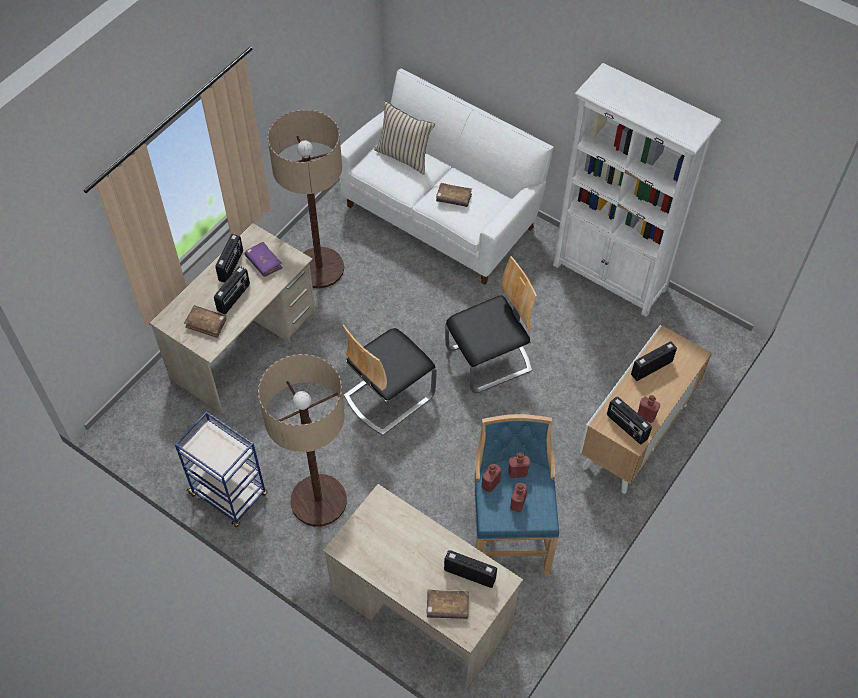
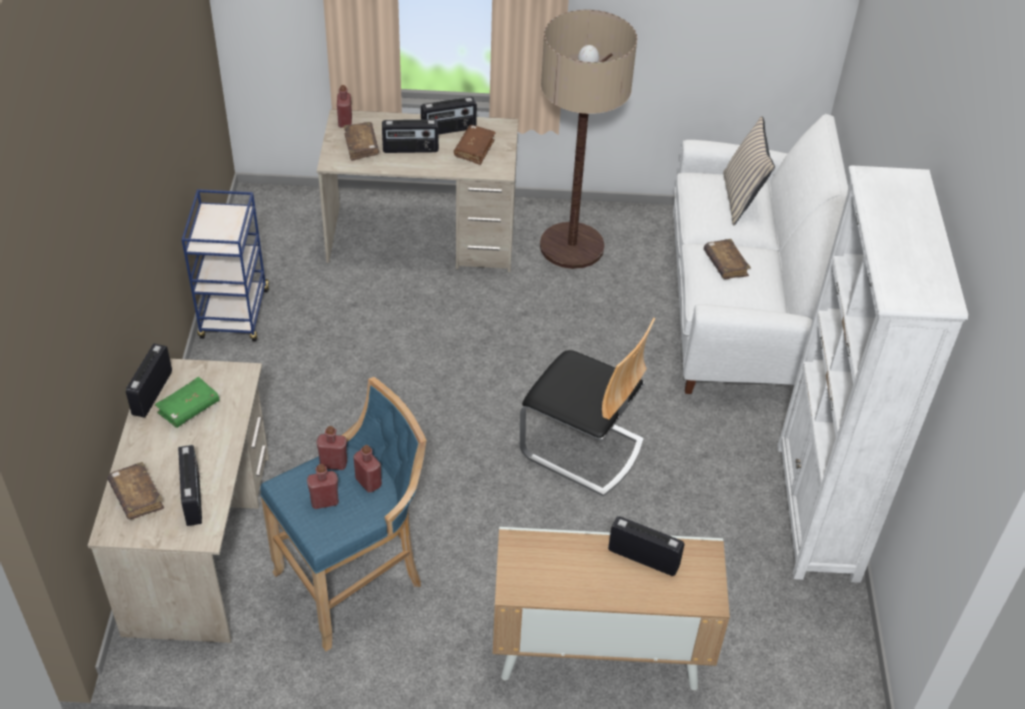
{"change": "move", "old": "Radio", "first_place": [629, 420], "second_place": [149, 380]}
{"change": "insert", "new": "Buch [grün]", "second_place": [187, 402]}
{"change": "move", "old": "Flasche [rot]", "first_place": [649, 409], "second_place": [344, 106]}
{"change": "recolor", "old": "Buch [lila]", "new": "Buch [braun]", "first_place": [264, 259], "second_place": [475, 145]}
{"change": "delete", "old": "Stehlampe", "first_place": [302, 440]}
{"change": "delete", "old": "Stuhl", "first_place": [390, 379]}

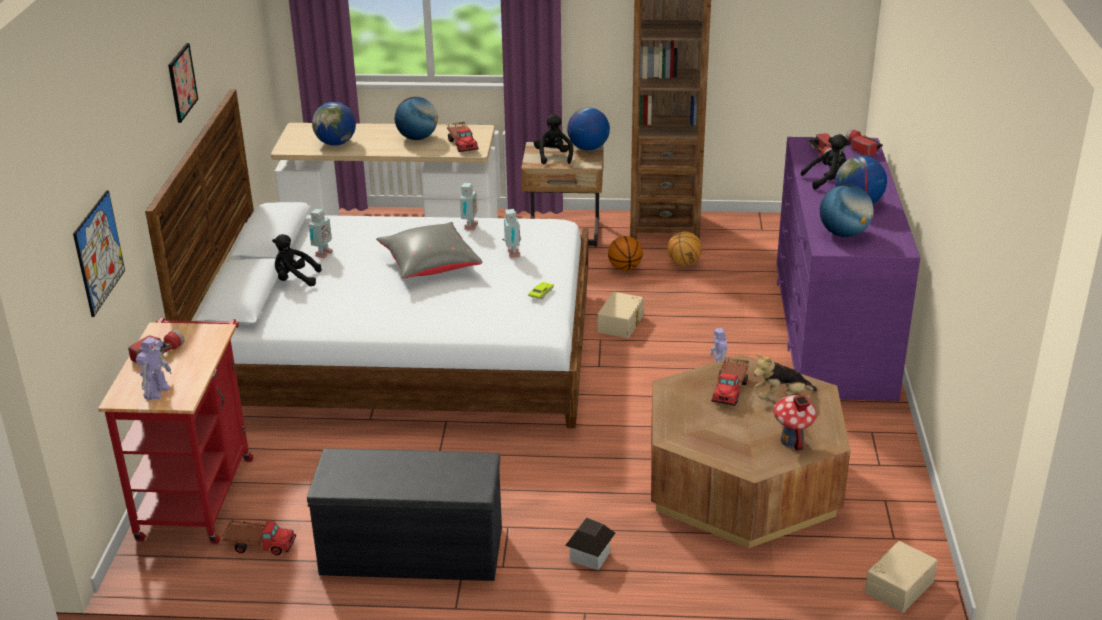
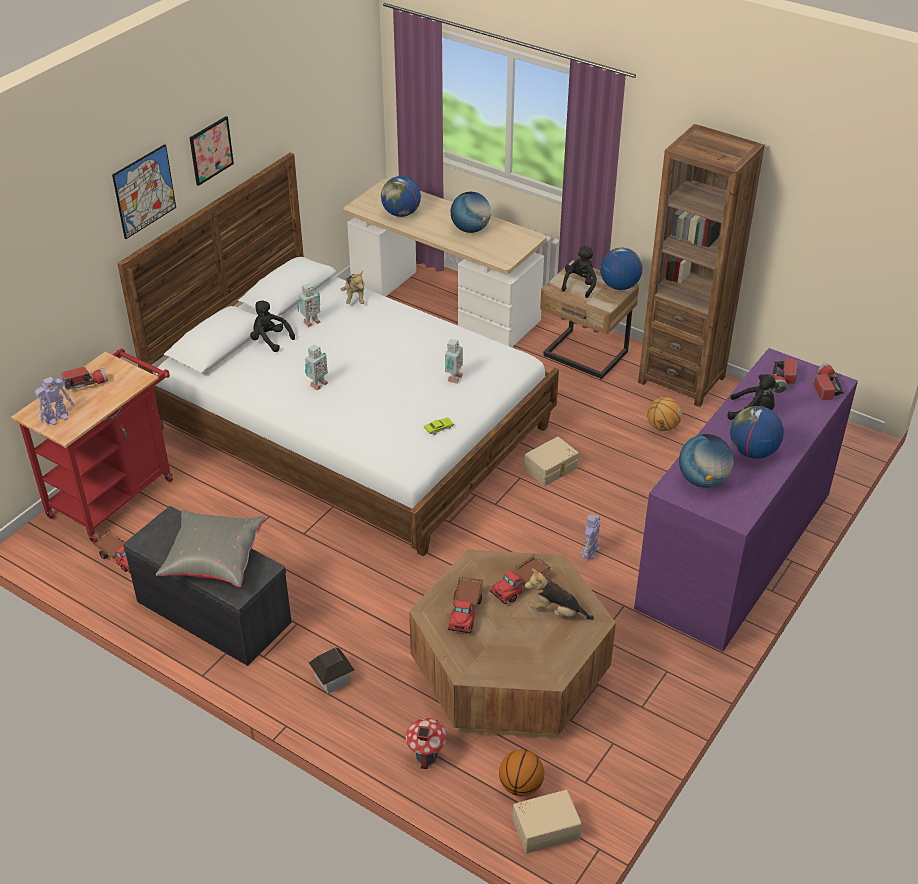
{"change": "move", "old": "Bild", "first_place": [99, 253], "second_place": [144, 191]}
{"change": "move", "old": "Kissen [grau]", "first_place": [429, 250], "second_place": [210, 548]}
{"change": "move", "old": "Spielzeugroboter", "first_place": [469, 206], "second_place": [316, 367]}
{"change": "insert", "new": "Plüschtier", "second_place": [352, 287]}
{"change": "move", "old": "Spielzeughaus", "first_place": [795, 422], "second_place": [426, 743]}
{"change": "move", "old": "Spielzeuglaster", "first_place": [463, 137], "second_place": [465, 605]}
{"change": "move", "old": "Basketball", "first_place": [625, 253], "second_place": [521, 773]}

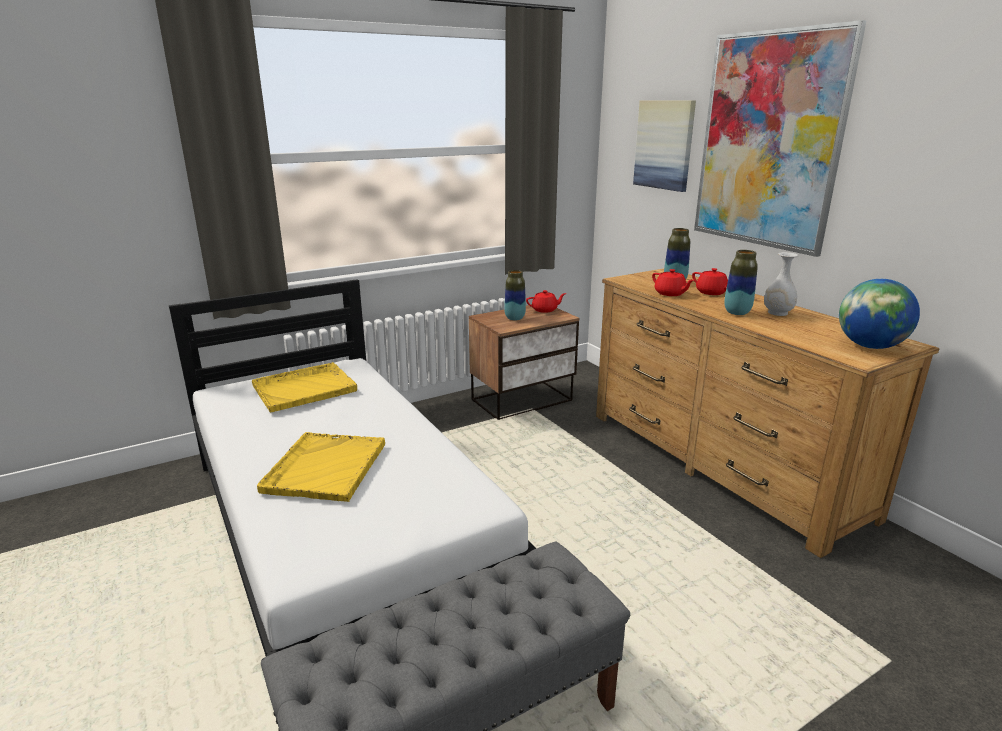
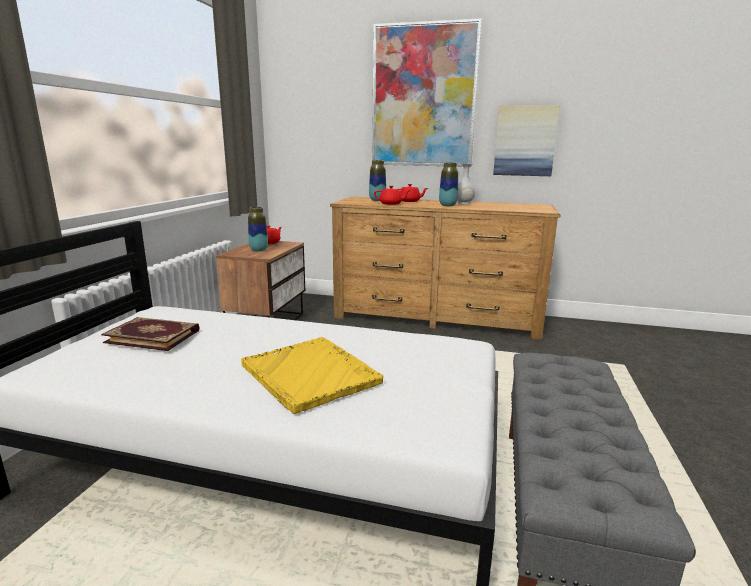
{"change": "replace", "old": "Tablett [gelb]", "new": "Buch", "first_place": [304, 387], "second_place": [150, 334]}
{"change": "move", "old": "Bild", "first_place": [664, 146], "second_place": [526, 140]}
{"change": "delete", "old": "Globus", "first_place": [879, 314]}

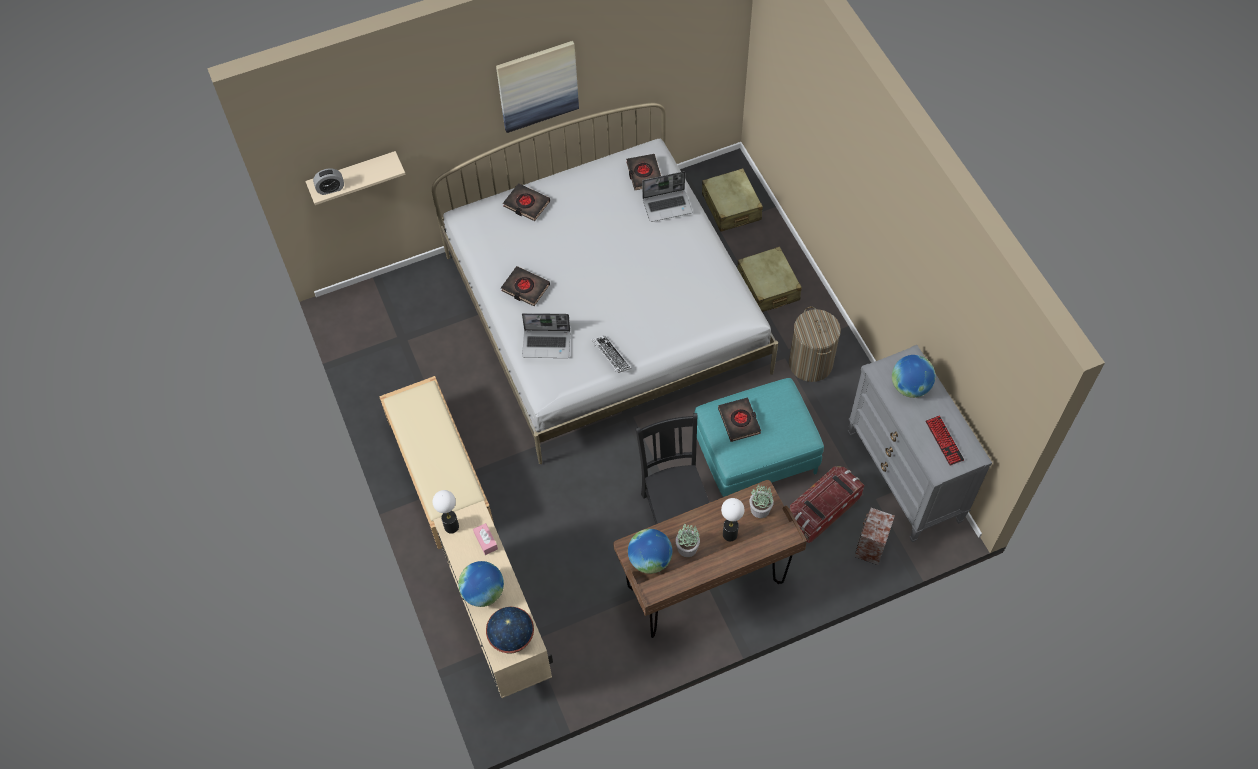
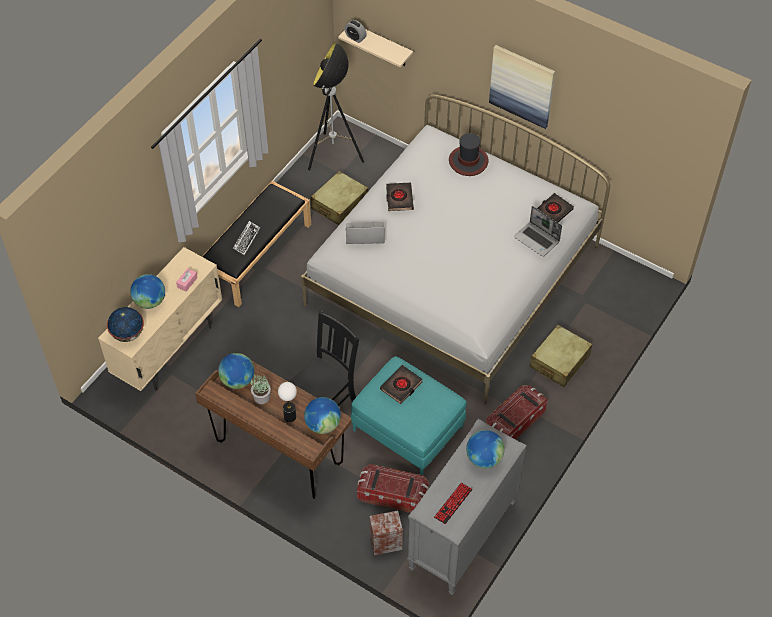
{"change": "recolor", "old": "Bank [beige]", "new": "Bank [schwarz]", "first_place": [436, 462], "second_place": [256, 244]}
{"change": "move", "old": "Tastatur", "first_place": [611, 354], "second_place": [246, 238]}
{"change": "replace", "old": "Topfpflanze", "new": "Globus", "first_place": [761, 501], "second_place": [322, 415]}
{"change": "insert", "new": "Stehlampe", "second_place": [336, 106]}
{"change": "move", "old": "Koffer [beige]", "first_place": [732, 200], "second_place": [339, 198]}
{"change": "rotate", "old": "Laptop", "first_place": [546, 335], "second_place": [365, 233], "degrees": 120}
{"change": "replace", "old": "Buch [schwarz]", "new": "Hut", "first_place": [526, 202], "second_place": [469, 154]}
{"change": "replace", "old": "Wäschekorb", "new": "Aufbewahrungsbox", "first_place": [815, 344], "second_place": [517, 412]}
{"change": "delete", "old": "Tischlampe", "first_place": [446, 512]}

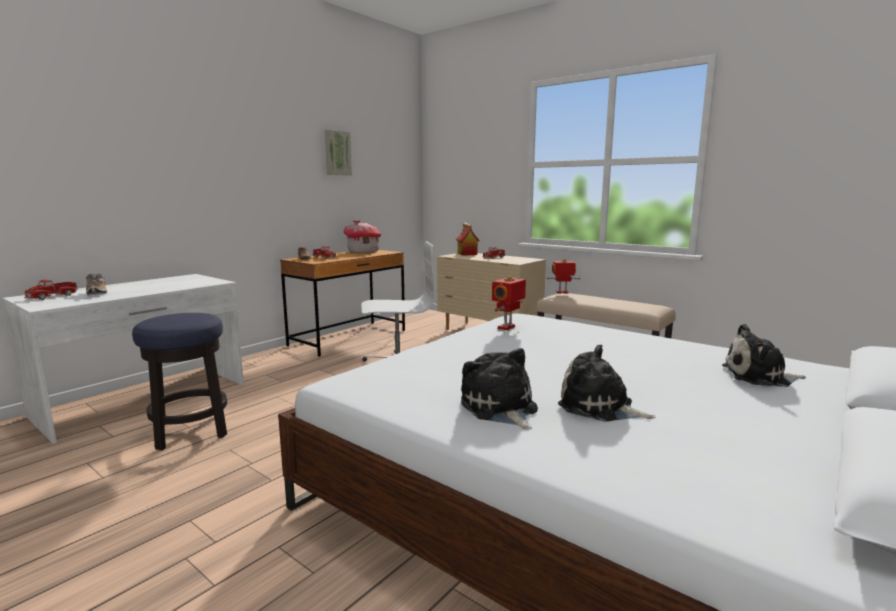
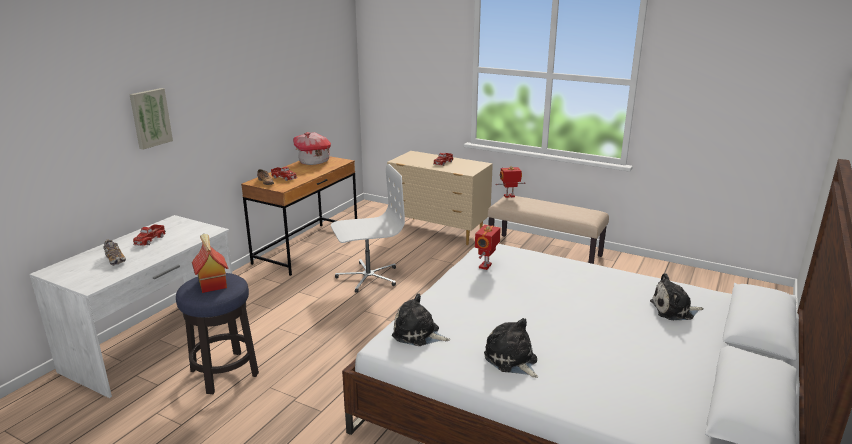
{"change": "move", "old": "Bild", "first_place": [338, 153], "second_place": [151, 119]}
{"change": "move", "old": "Spielzeuglaster", "first_place": [51, 290], "second_place": [149, 235]}
{"change": "move", "old": "Spielzeughaus", "first_place": [468, 239], "second_place": [210, 263]}
{"change": "move", "old": "Plüschtier", "first_place": [606, 383], "second_place": [421, 319]}

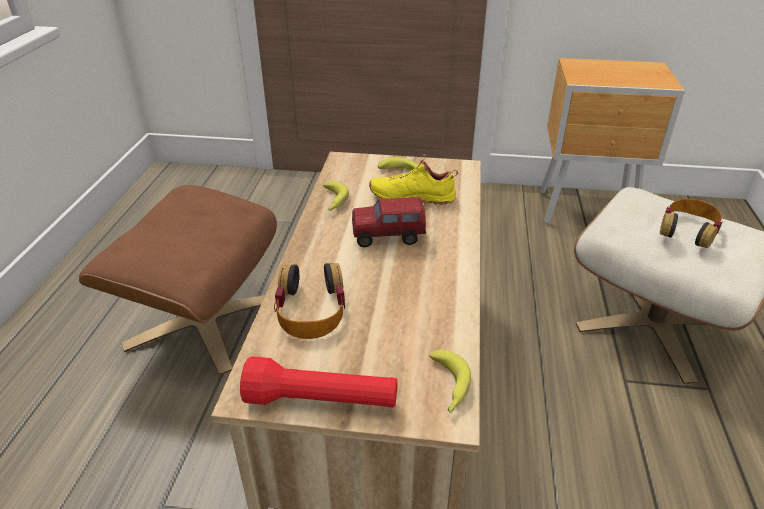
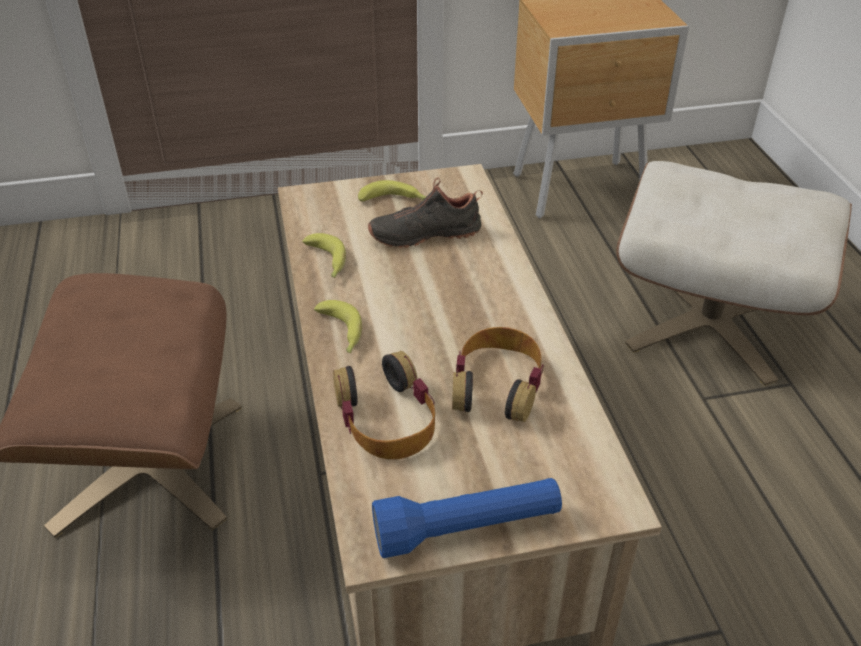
{"change": "move", "old": "Banane", "first_place": [450, 381], "second_place": [338, 326]}
{"change": "recolor", "old": "Schuh [gelb]", "new": "Schuh [schwarz]", "first_place": [413, 179], "second_place": [425, 212]}
{"change": "recolor", "old": "Taschenlampe [rot]", "new": "Taschenlampe [blau]", "first_place": [318, 381], "second_place": [467, 518]}
{"change": "move", "old": "Kopfhörer", "first_place": [691, 223], "second_place": [498, 374]}
{"change": "delete", "old": "Spielzeuglaster", "first_place": [389, 222]}

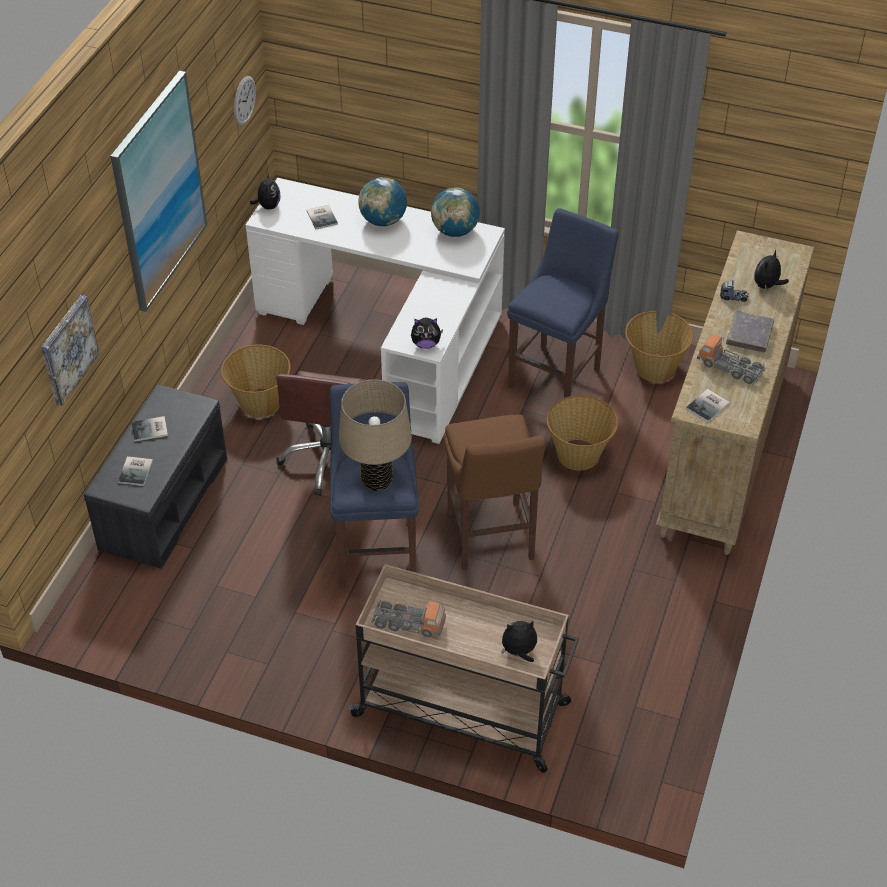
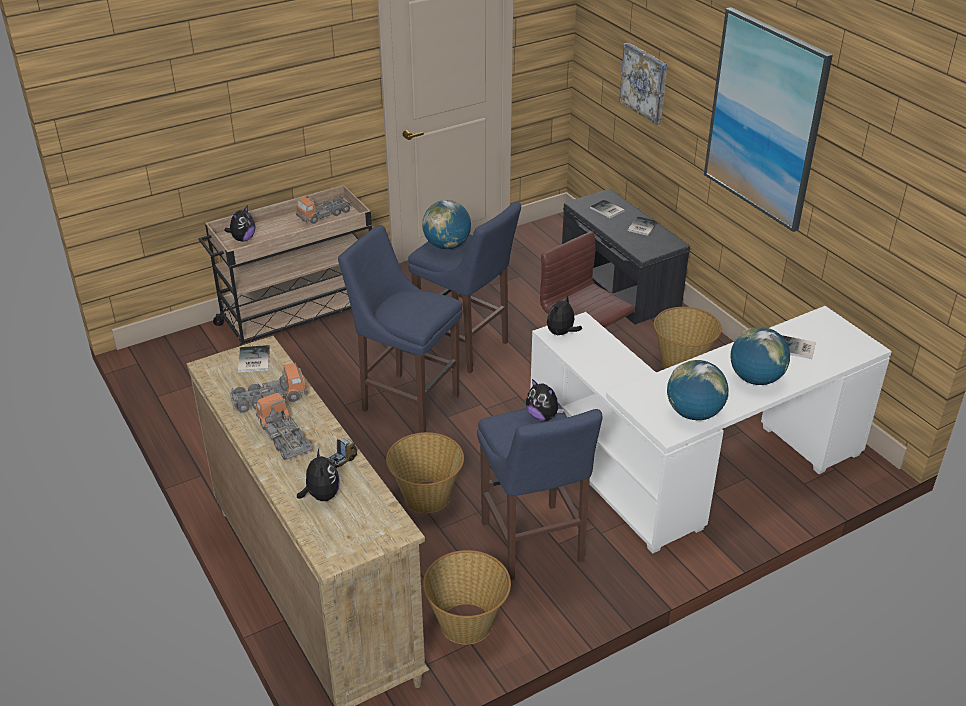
{"change": "replace", "old": "Buch [grau]", "new": "Spielzeuglaster", "first_place": [750, 331], "second_place": [283, 426]}
{"change": "recolor", "old": "Hocker [braun]", "new": "Hocker [blau]", "first_place": [495, 492], "second_place": [400, 329]}
{"change": "replace", "old": "Tischlampe [beige]", "new": "Globus", "first_place": [375, 435], "second_place": [446, 224]}
{"change": "move", "old": "Plüschtier", "first_place": [265, 191], "second_place": [545, 400]}
{"change": "delete", "old": "Wanduhr", "first_place": [245, 101]}

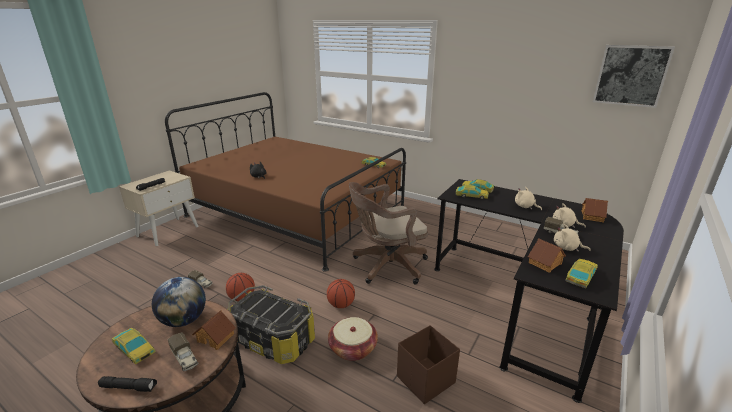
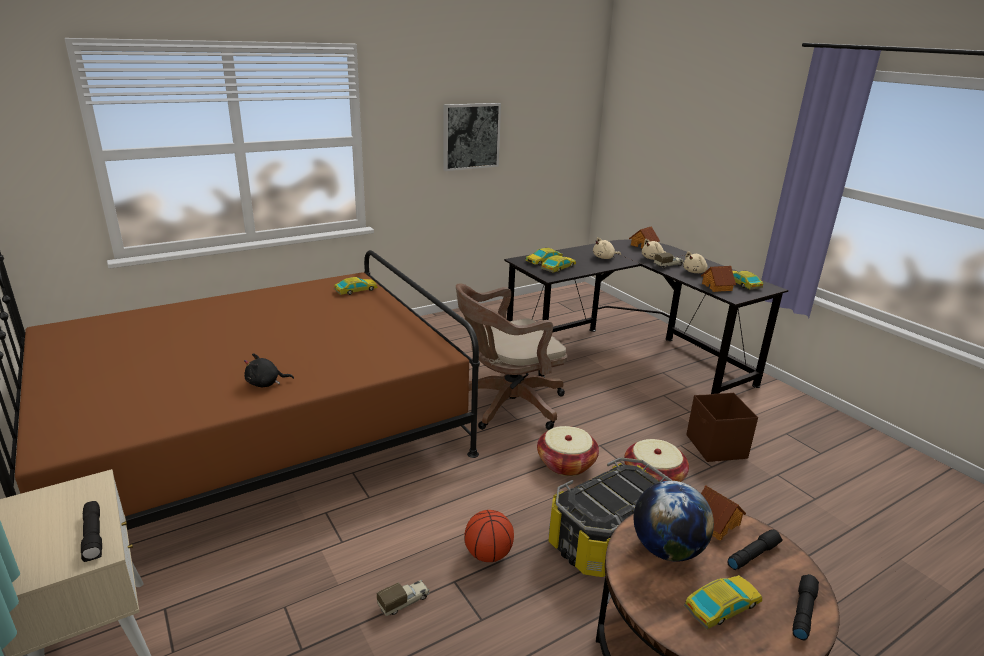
{"change": "move", "old": "Bild", "first_place": [634, 76], "second_place": [472, 137]}
{"change": "rotate", "old": "Bürostuhl [braun]", "first_place": [388, 233], "second_place": [511, 357], "degrees": 60}
{"change": "replace", "old": "Basketball", "new": "Korb", "first_place": [341, 293], "second_place": [568, 451]}
{"change": "replace", "old": "Spielzeuglaster", "new": "Taschenlampe [schwarz]", "first_place": [183, 351], "second_place": [755, 549]}

